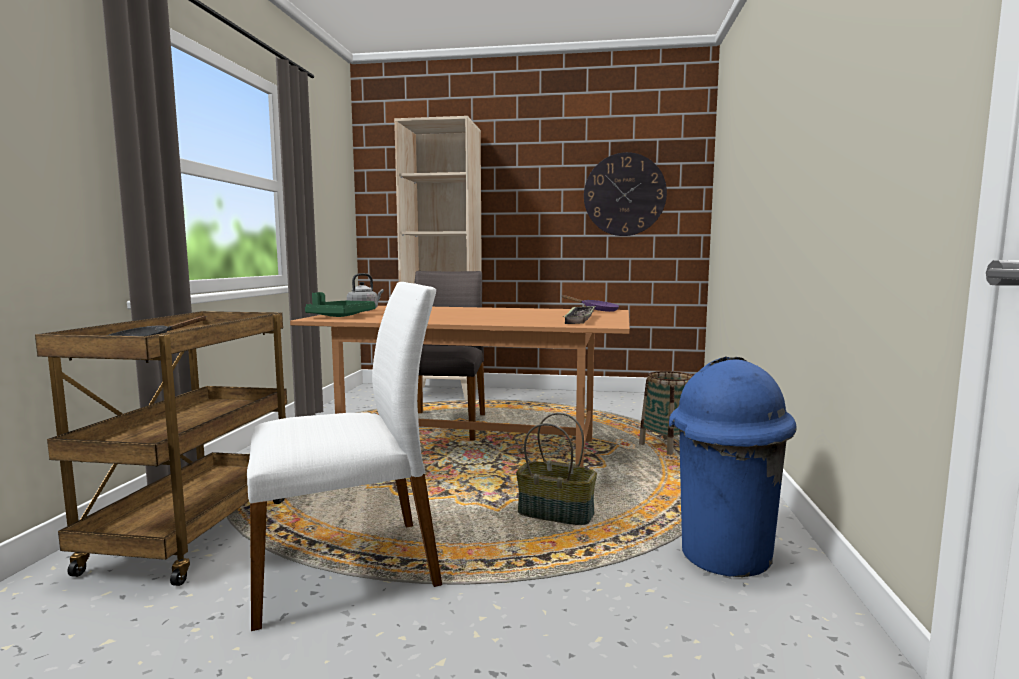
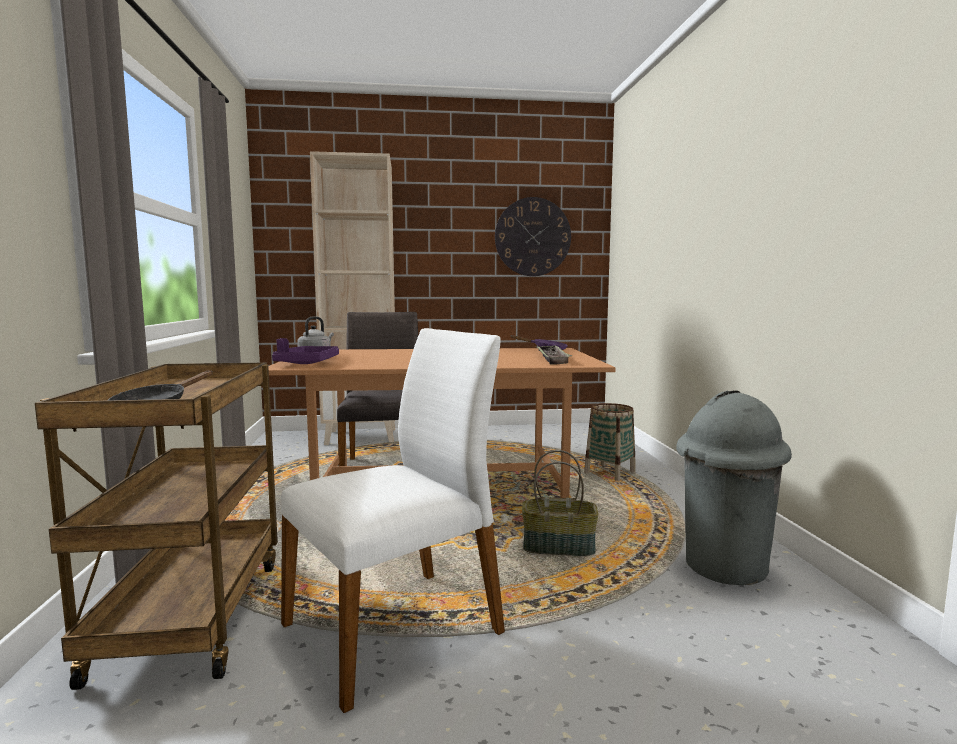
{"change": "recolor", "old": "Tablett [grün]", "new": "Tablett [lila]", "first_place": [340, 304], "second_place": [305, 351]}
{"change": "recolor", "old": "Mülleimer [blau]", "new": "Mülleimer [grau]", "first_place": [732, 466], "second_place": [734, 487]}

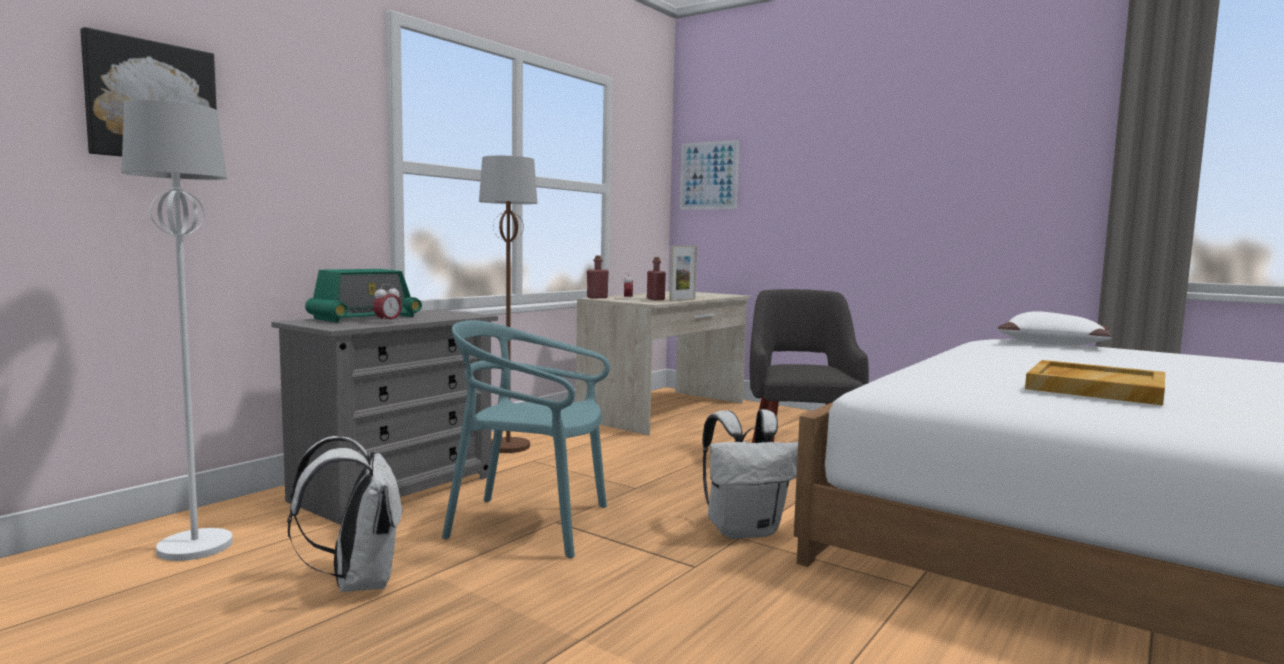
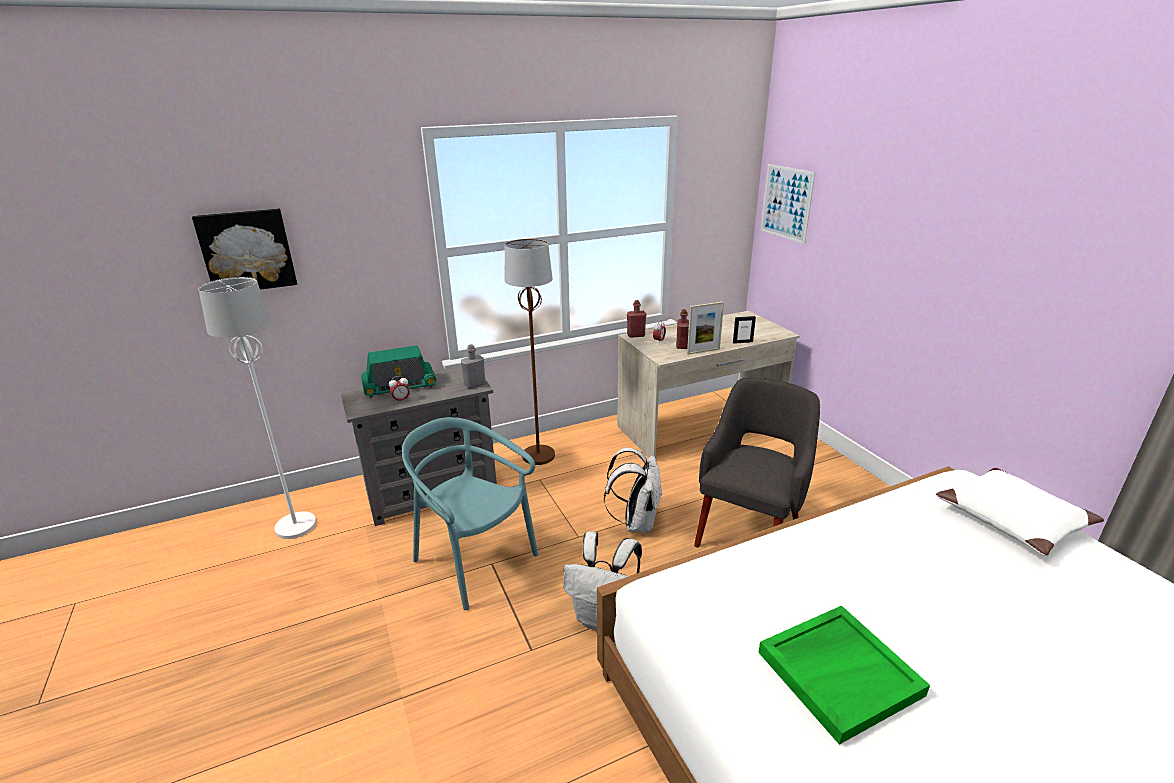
{"change": "insert", "new": "Flasche [grau]", "second_place": [473, 366]}
{"change": "move", "old": "Rucksack [weiß]", "first_place": [345, 514], "second_place": [633, 490]}
{"change": "insert", "new": "Bilderrahmen", "second_place": [744, 330]}
{"change": "recolor", "old": "Tablett [beige]", "new": "Tablett [grün]", "first_place": [1095, 382], "second_place": [844, 675]}

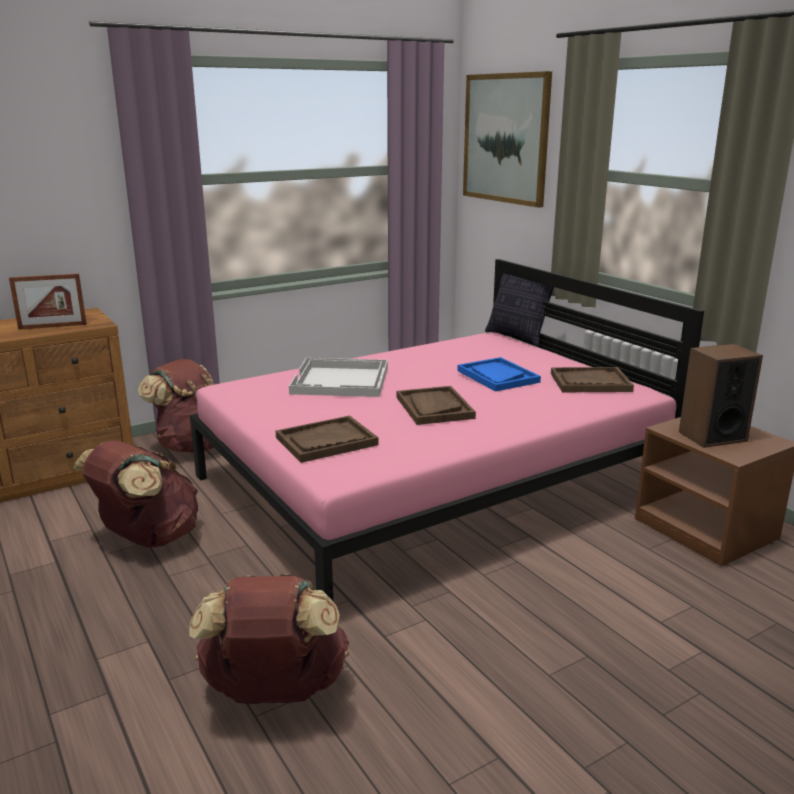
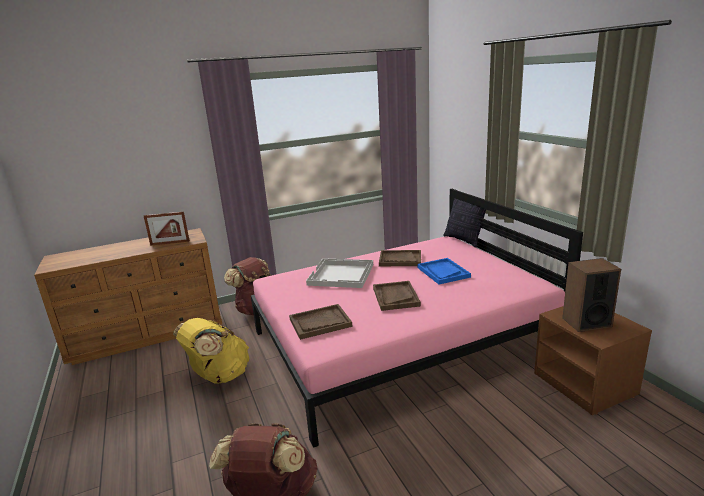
{"change": "recolor", "old": "Rucksack [braun]", "new": "Rucksack [gelb]", "first_place": [136, 494], "second_place": [211, 350]}
{"change": "move", "old": "Tablett [braun]", "first_place": [592, 379], "second_place": [400, 258]}
{"change": "delete", "old": "Bild", "first_place": [507, 139]}

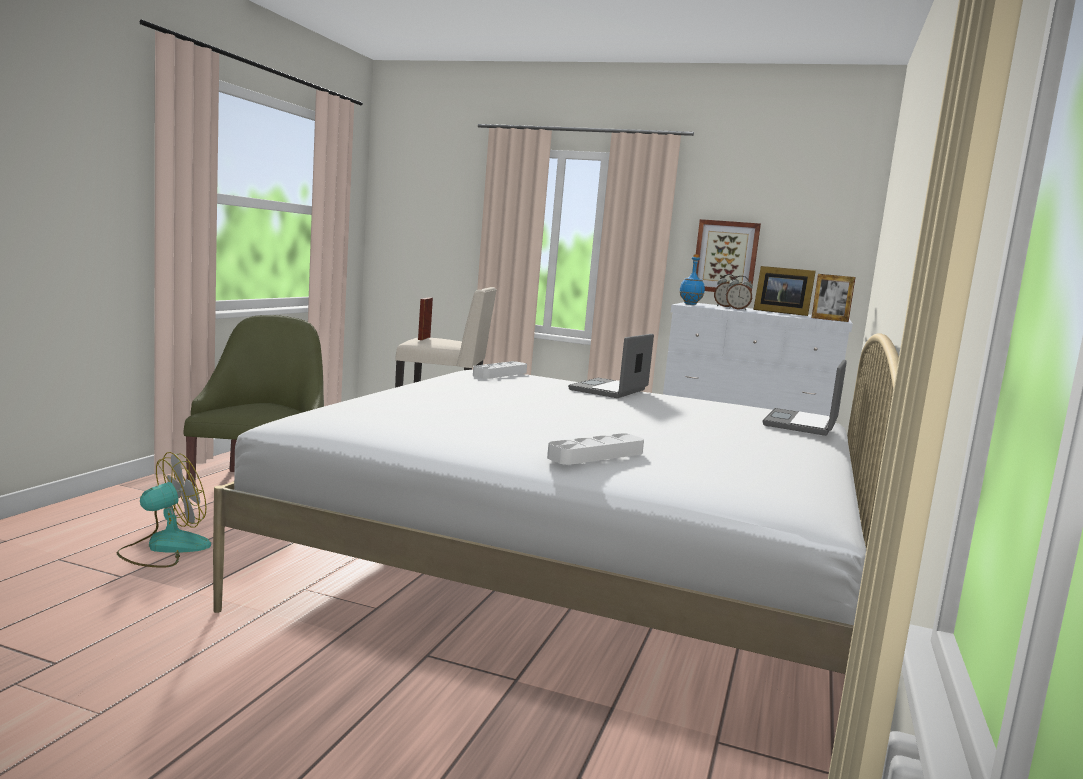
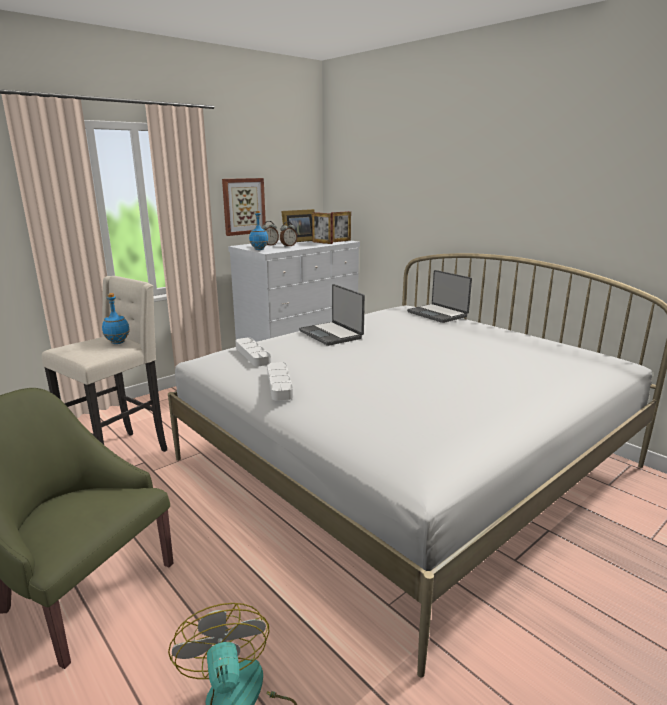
{"change": "insert", "new": "Flasche [blau]", "second_place": [116, 318]}
{"change": "move", "old": "Tablett [grau]", "first_place": [595, 449], "second_place": [280, 381]}
{"change": "move", "old": "Bilderrahmen", "first_place": [425, 318], "second_place": [322, 228]}

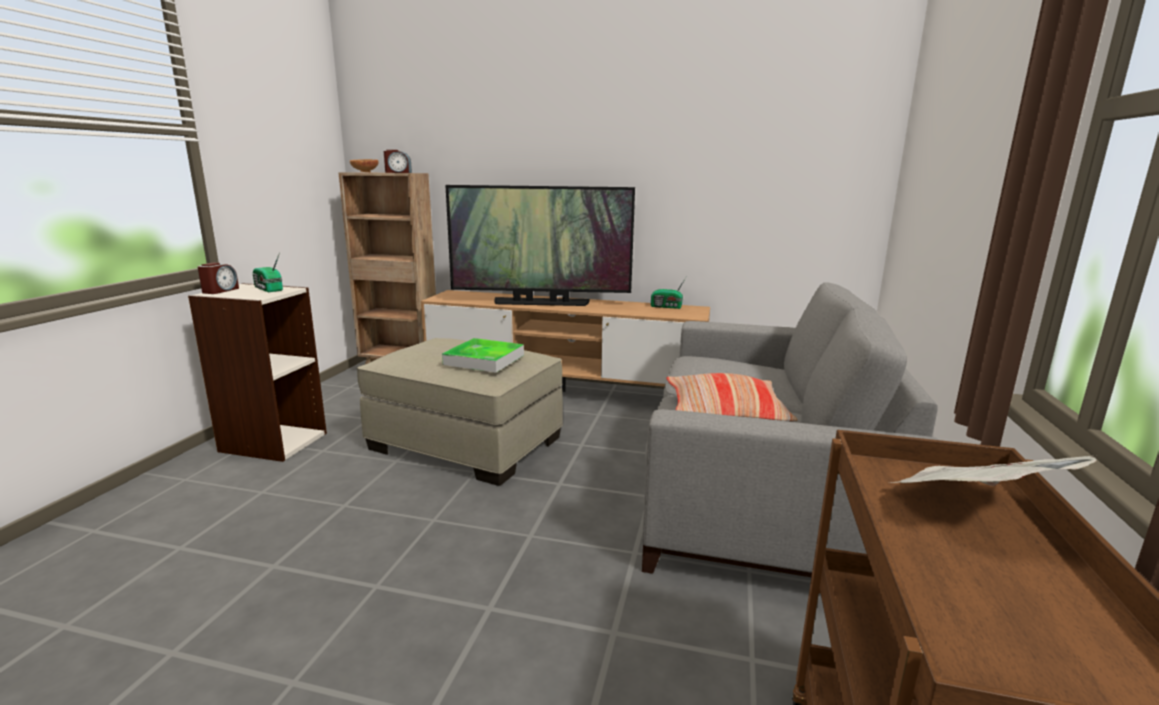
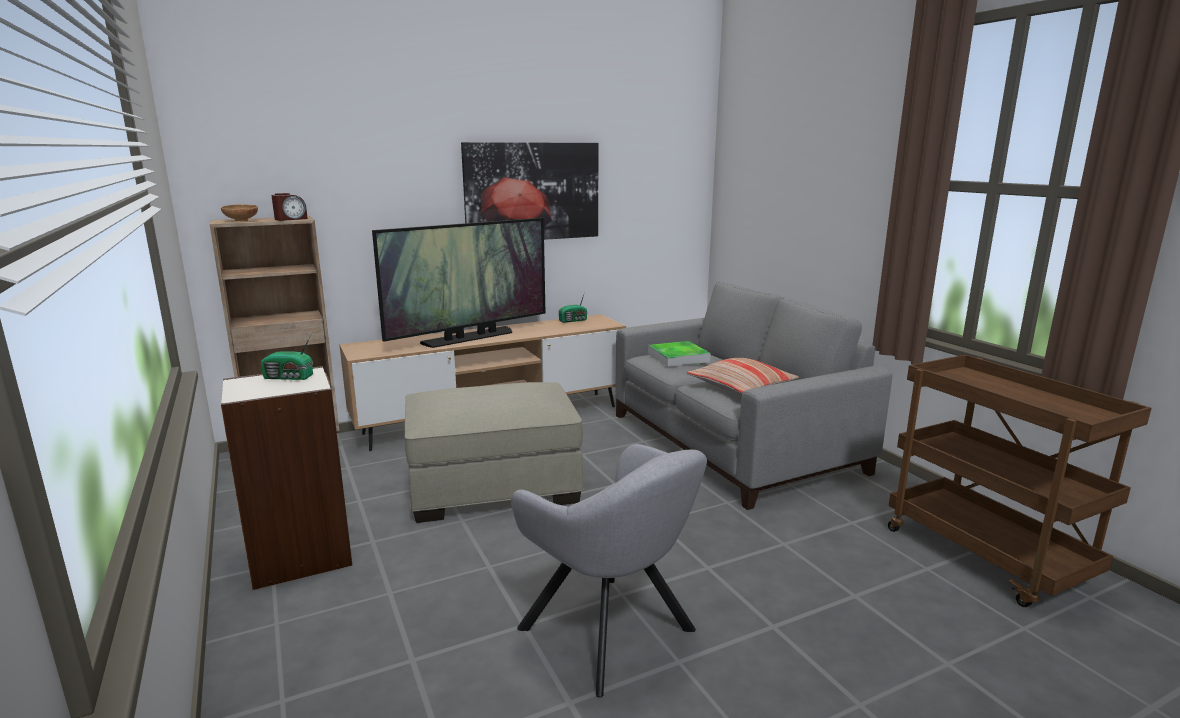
{"change": "insert", "new": "Bild", "second_place": [530, 191]}
{"change": "insert", "new": "Sessel [grau]", "second_place": [609, 571]}
{"change": "move", "old": "Tablett", "first_place": [483, 355], "second_place": [679, 354]}
{"change": "delete", "old": "Wecker", "first_place": [218, 278]}
{"change": "delete", "old": "Zeitung", "first_place": [993, 471]}

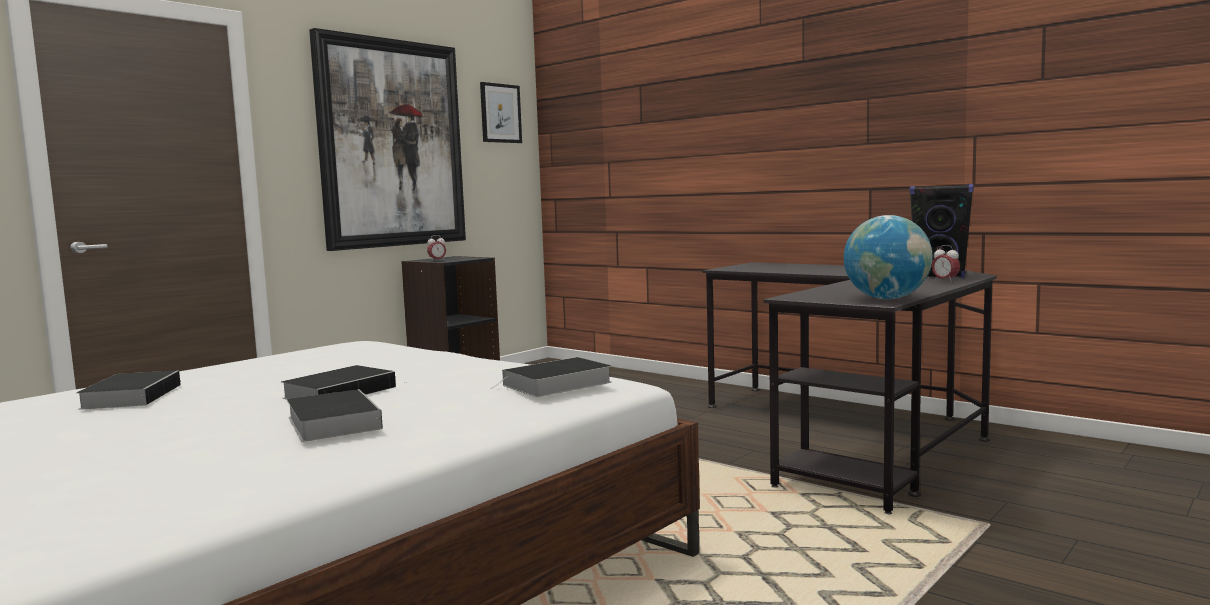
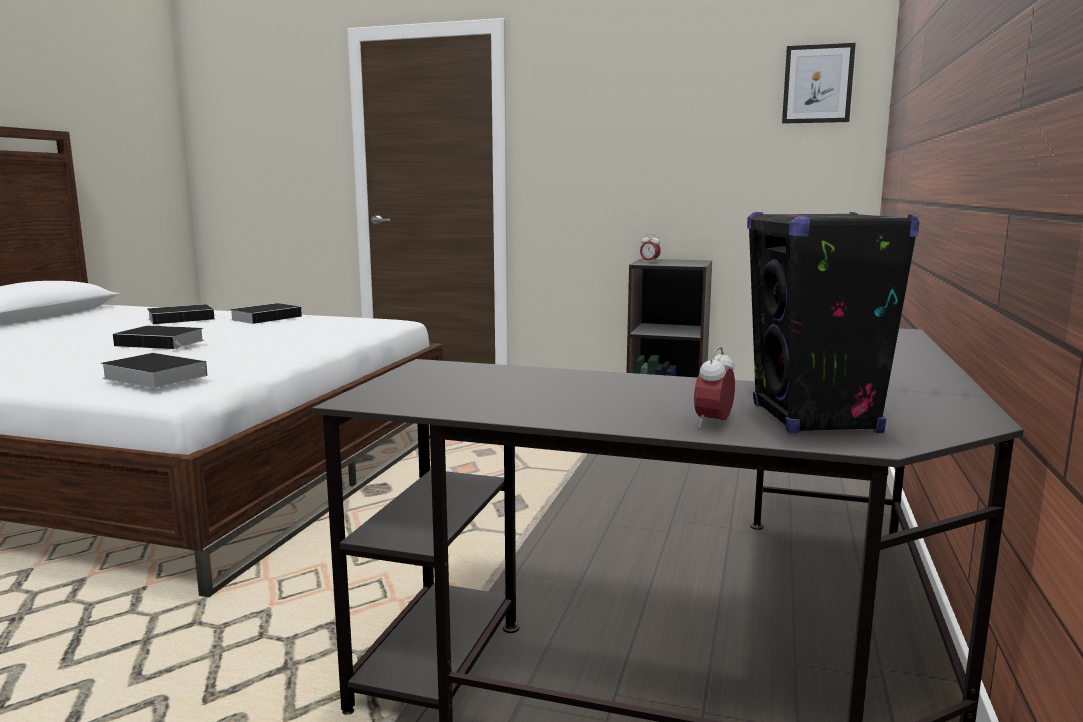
{"change": "move", "old": "Buch", "first_place": [335, 415], "second_place": [266, 313]}
{"change": "delete", "old": "Bild", "first_place": [387, 139]}
{"change": "delete", "old": "Globus", "first_place": [888, 257]}

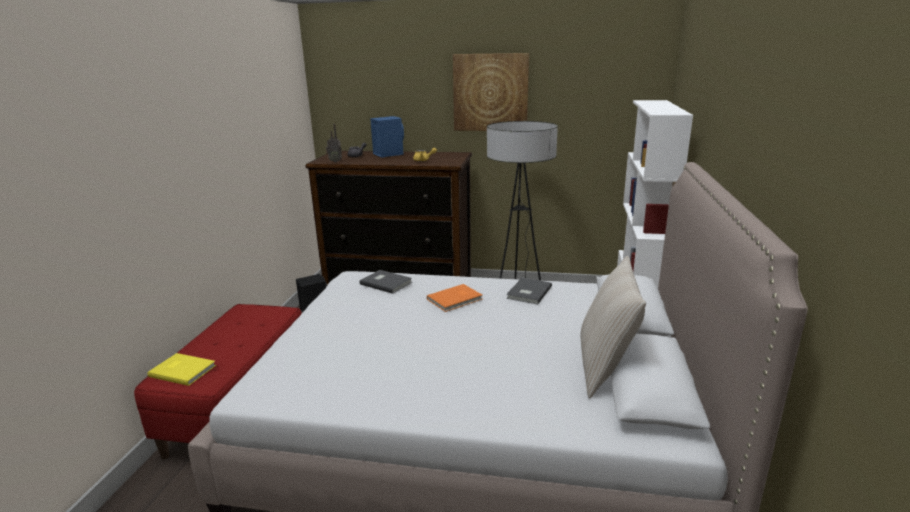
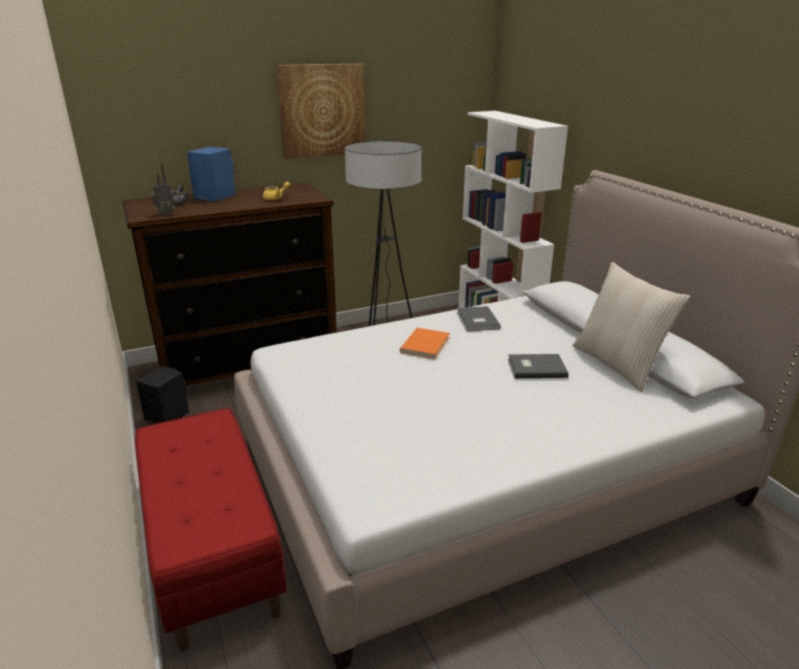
{"change": "move", "old": "Buch [grau]", "first_place": [386, 282], "second_place": [538, 366]}
{"change": "delete", "old": "Buch [gelb]", "first_place": [181, 369]}

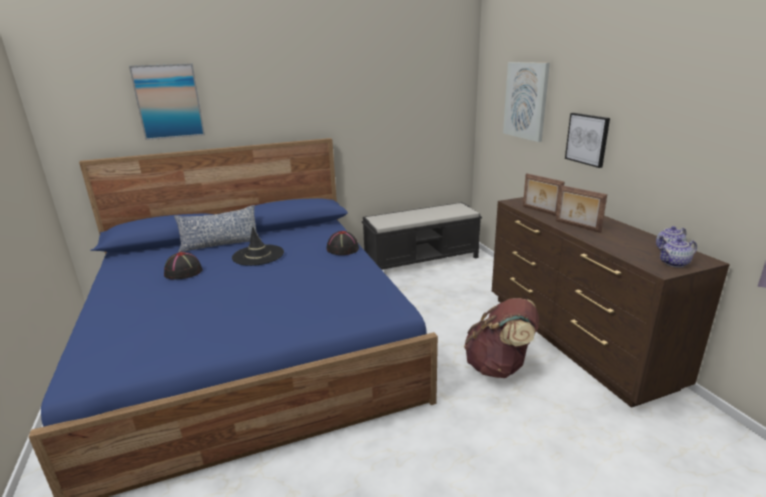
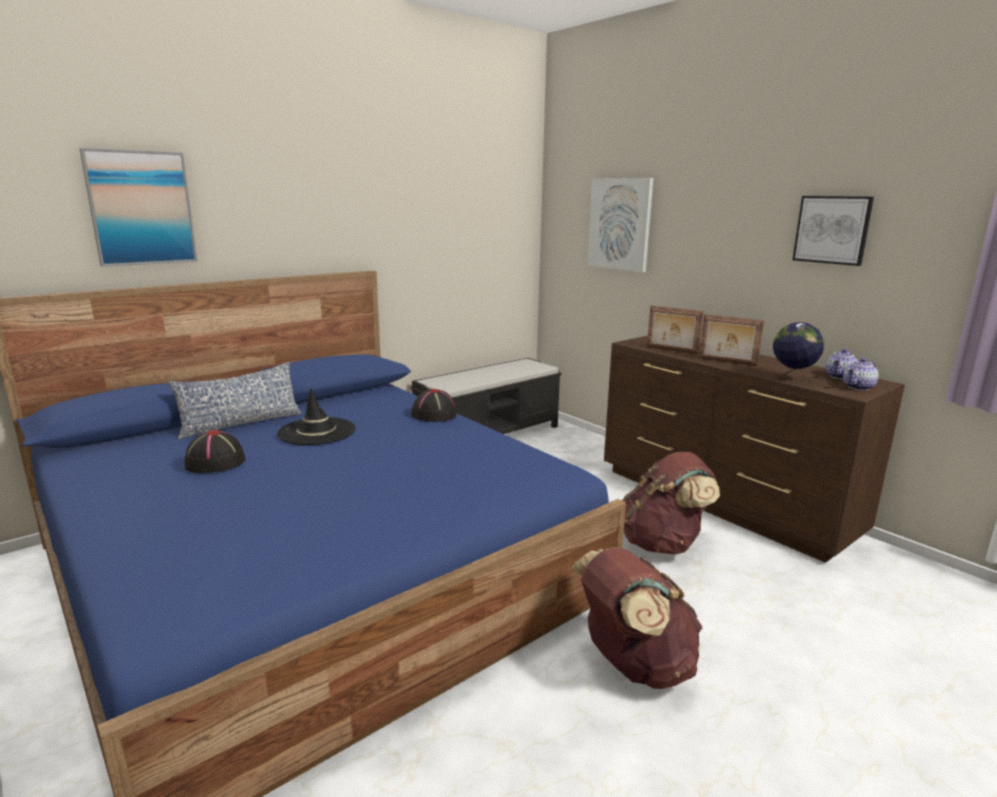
{"change": "insert", "new": "Rucksack [braun]", "second_place": [637, 618]}
{"change": "insert", "new": "Globus", "second_place": [798, 353]}
{"change": "move", "old": "Bild", "first_place": [587, 140], "second_place": [833, 231]}

